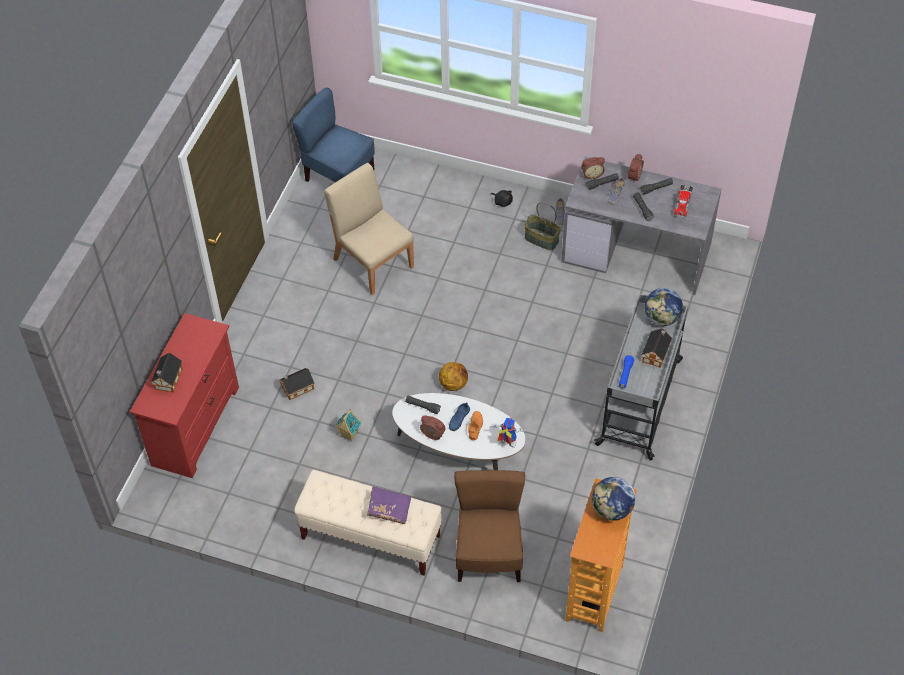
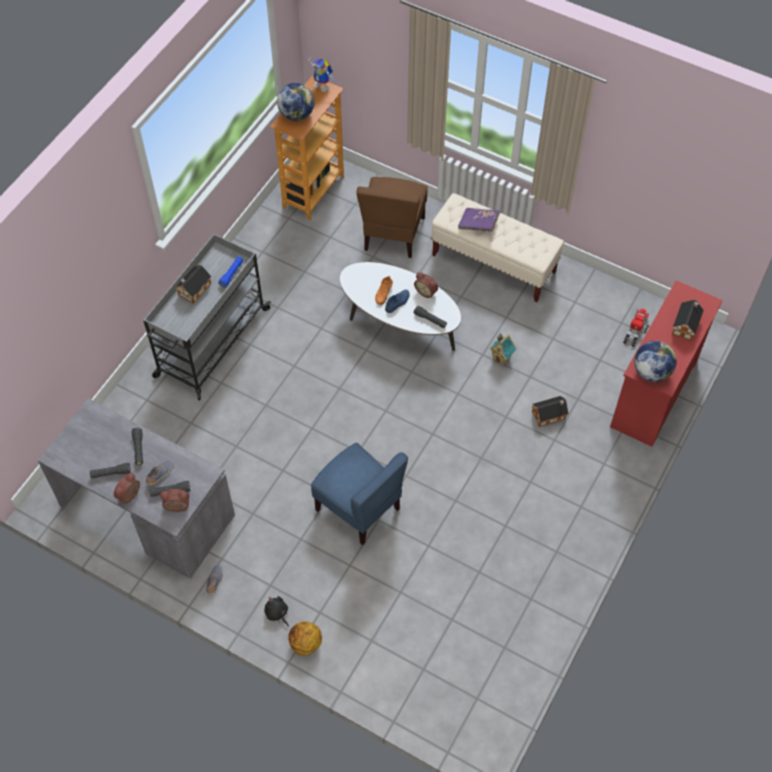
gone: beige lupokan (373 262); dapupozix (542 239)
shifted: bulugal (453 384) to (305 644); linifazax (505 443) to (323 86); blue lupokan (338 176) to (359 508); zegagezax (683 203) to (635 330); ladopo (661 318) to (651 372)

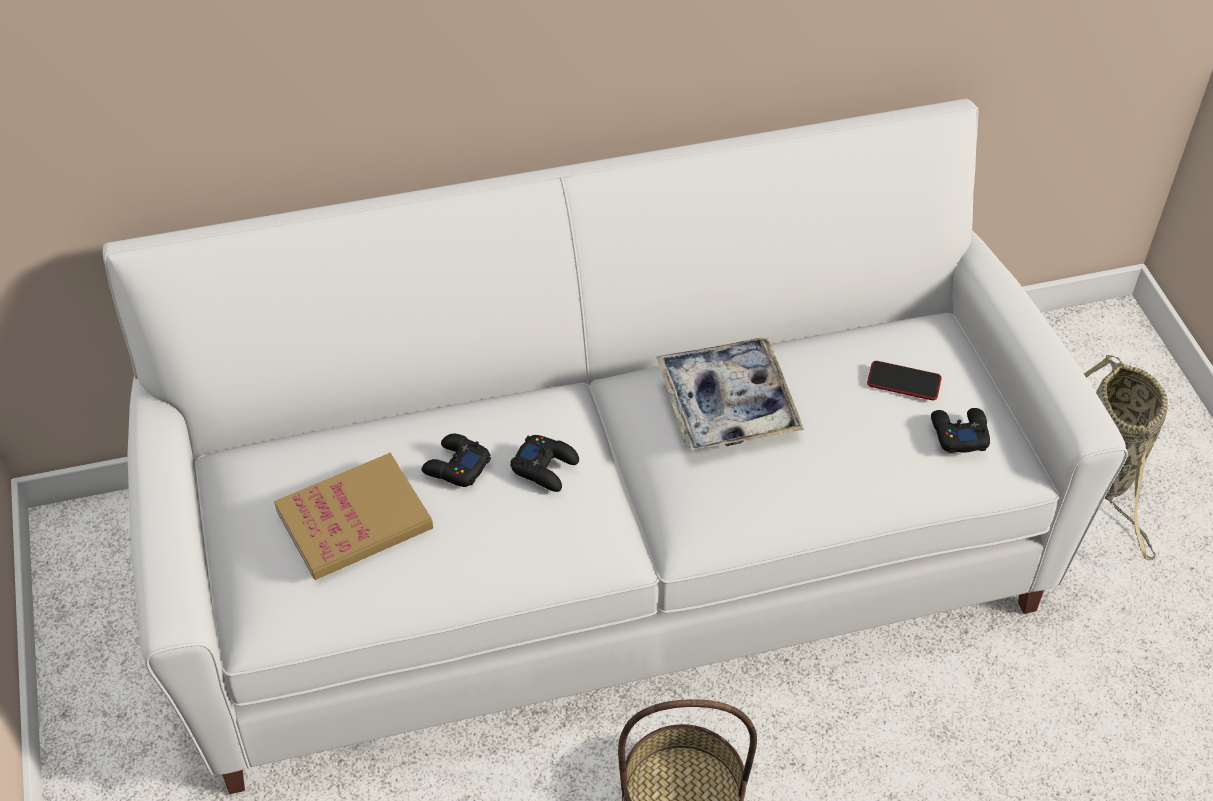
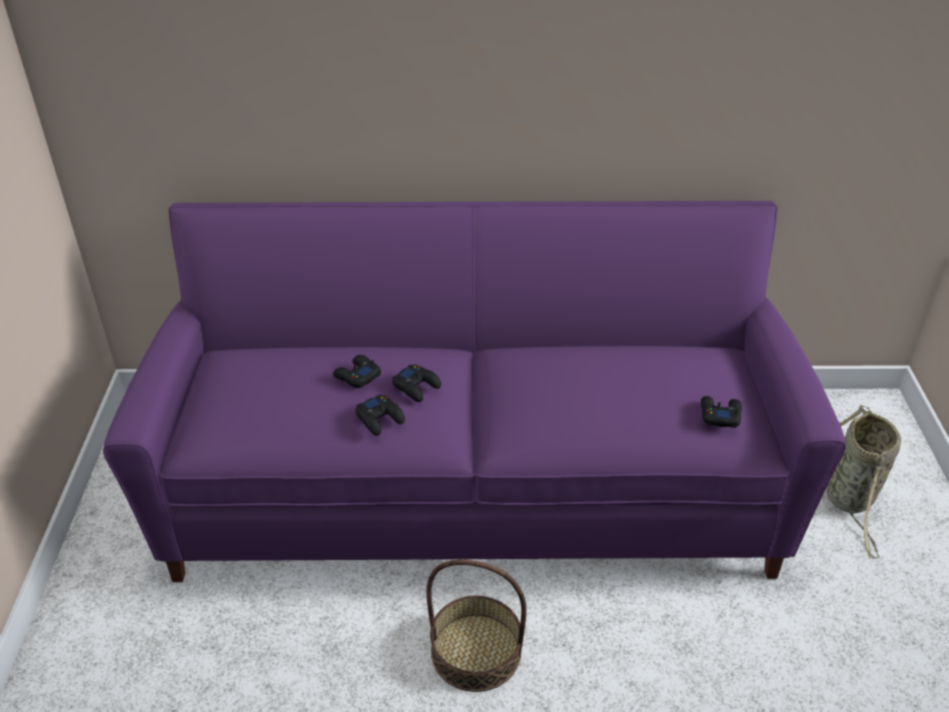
gone: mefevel (354 520); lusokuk (727 404); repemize (904 382)
new: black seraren (380 419)
repainted: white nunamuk (604 554) to purple nunamuk (474 483)

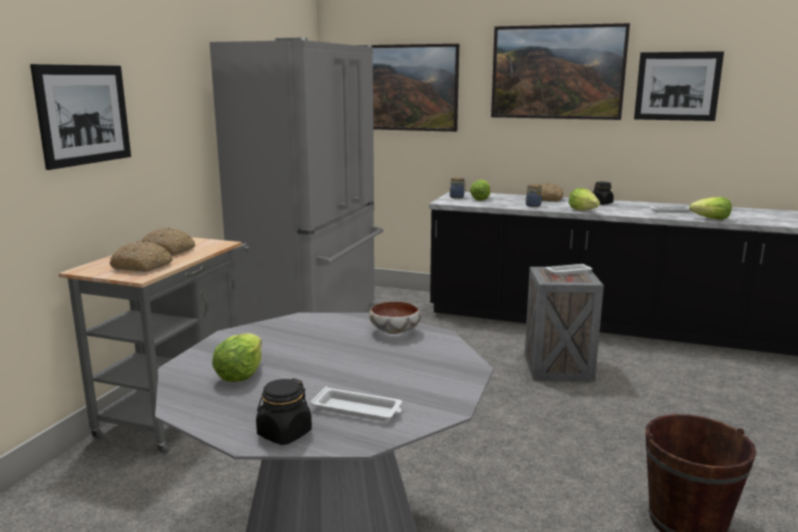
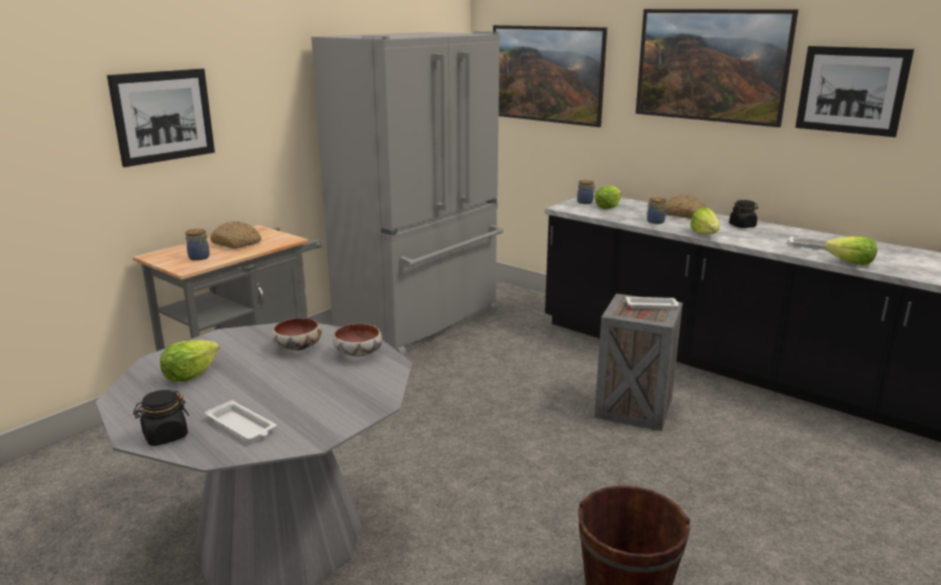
new: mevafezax (298 348)
swapped: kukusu (143 266) to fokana (199 258)

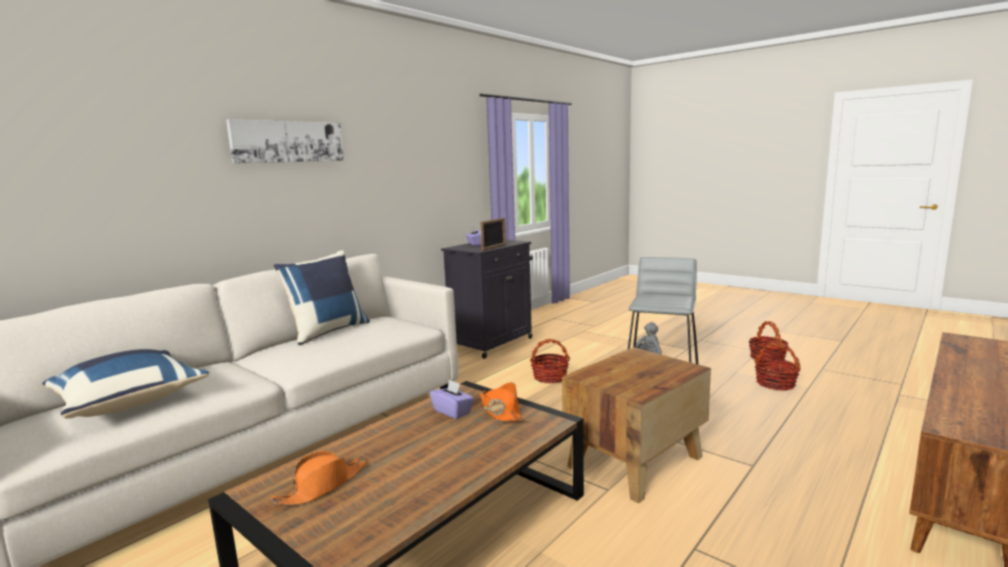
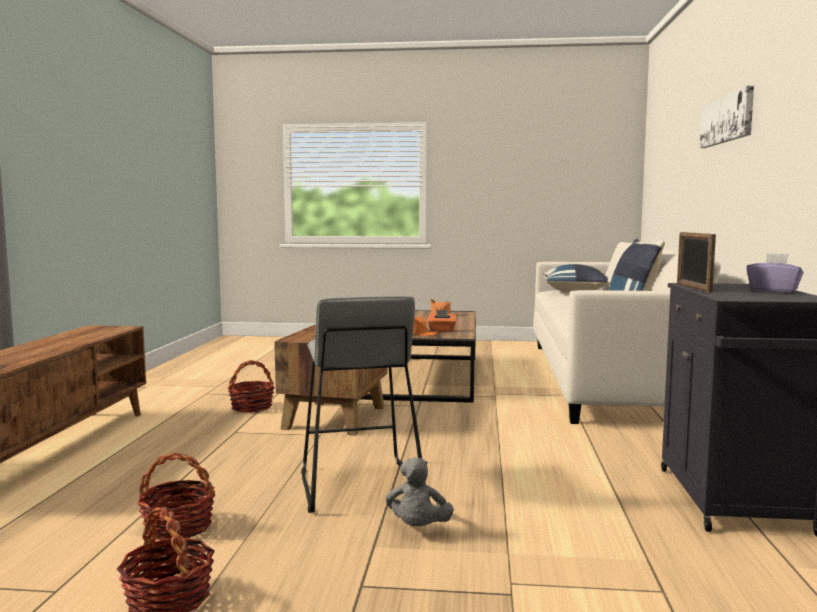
shifted: dapupozix (550 377) to (252 407)
repainted: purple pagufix (453 411) to orange pagufix (442 331)

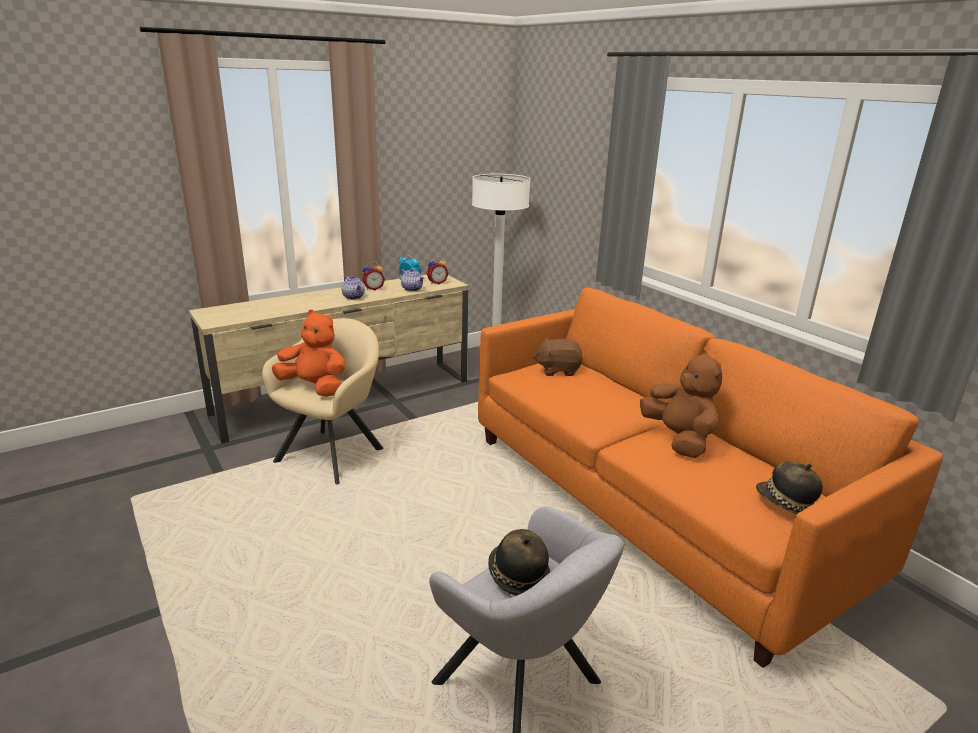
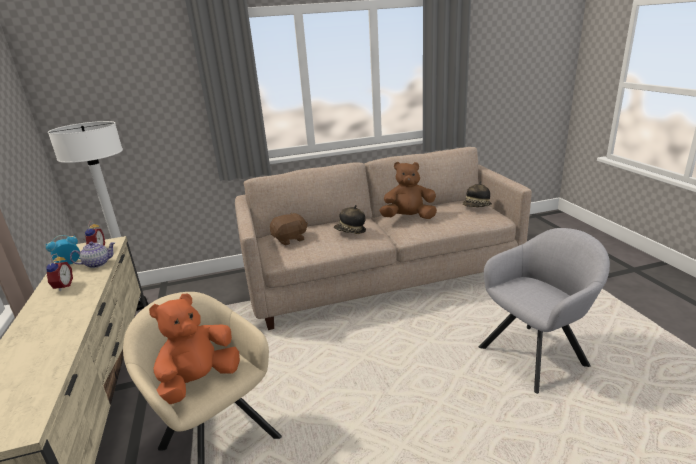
gone: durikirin (354 297)
shifted: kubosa (517 575) to (350 232)
repainted: orange nunamuk (651 504) to beige nunamuk (381 276)
rotated: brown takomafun (558 370) = (290 239) 135 degrees counterclockwise

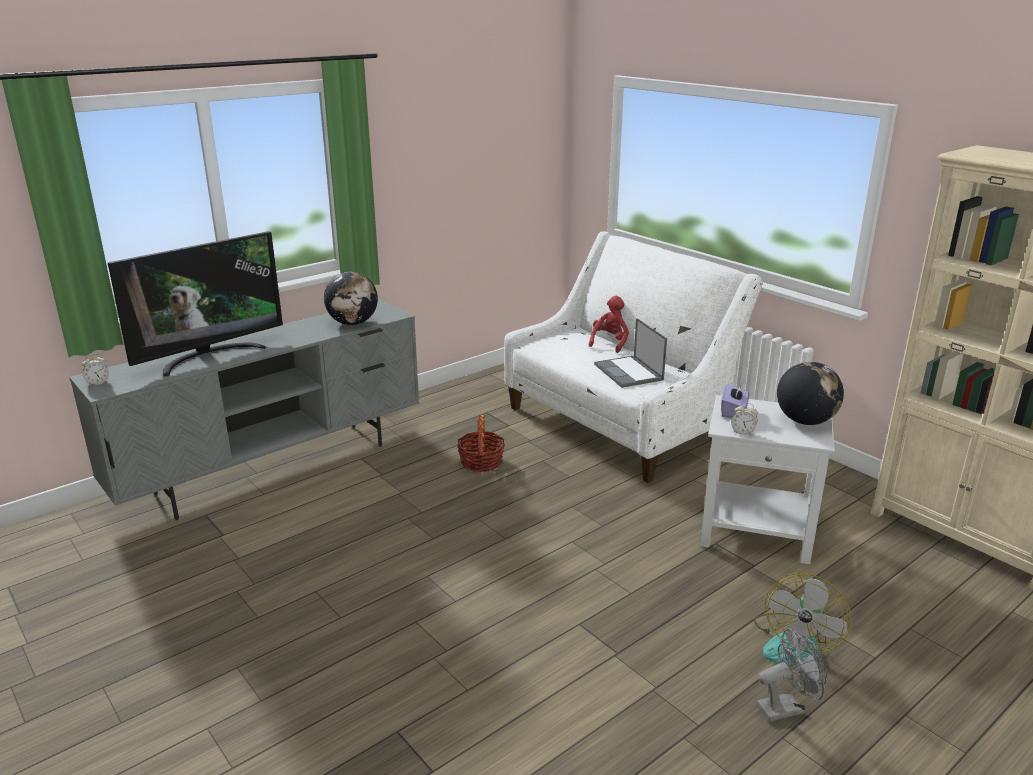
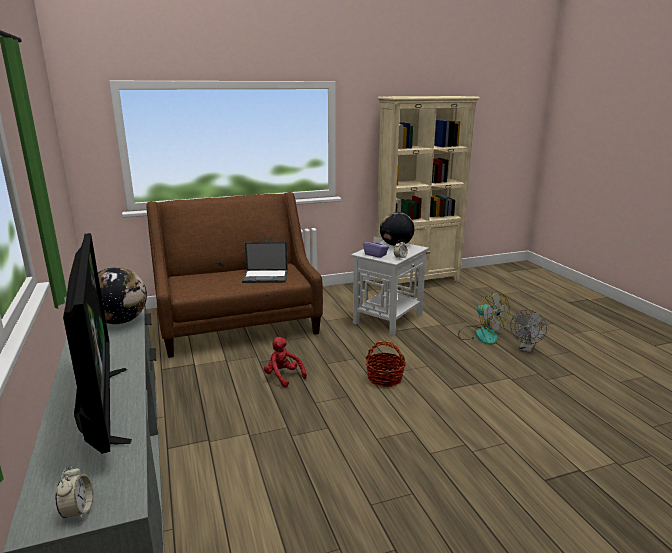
shifted: red takomafun (610 343) to (283 377); dapupozix (481 462) to (384 378)
repainted: white nunamuk (619 423) to brown nunamuk (238 325)
rotated: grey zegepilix (786 707) = (526 349) 150 degrees counterclockwise

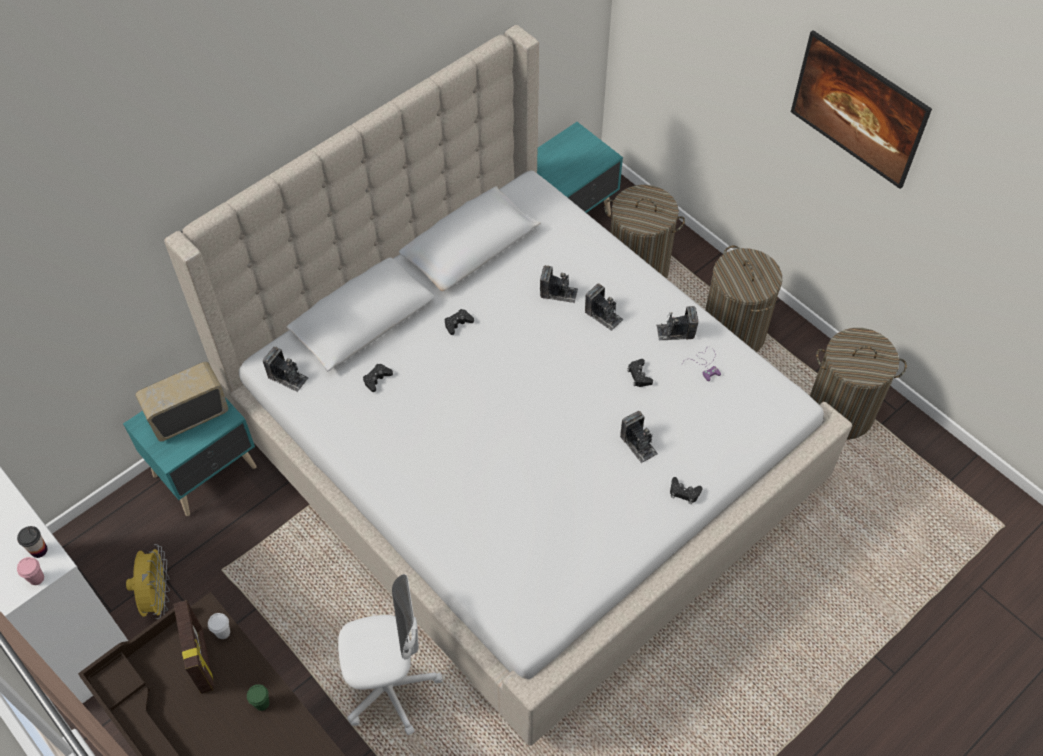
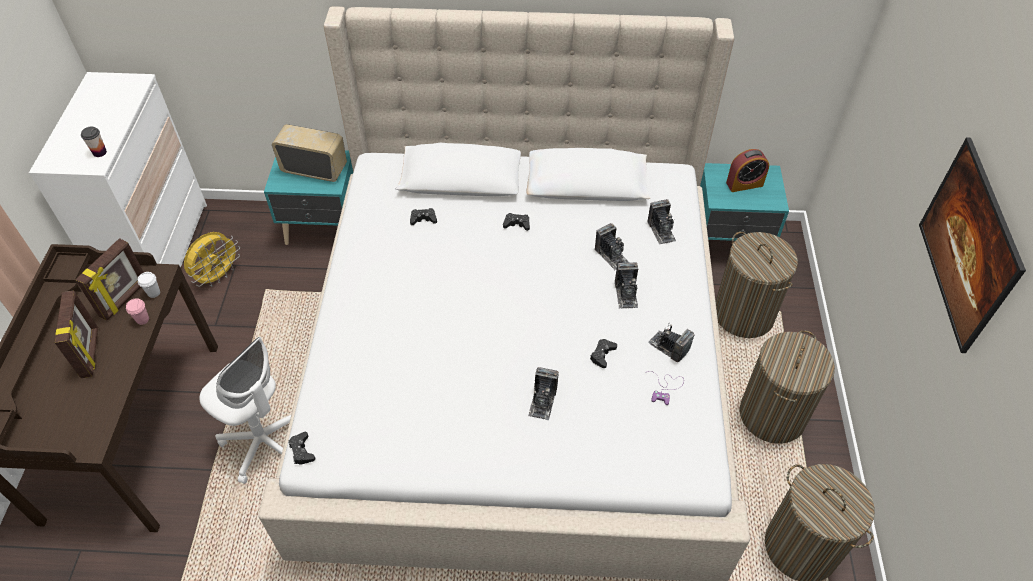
gone: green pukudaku (262 703)
new: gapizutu (91 352); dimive (744 184)
shifted: pink pukudaku (36 578) to (142 319); black seraren (684 492) to (302 451); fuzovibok (287 377) to (661 231)

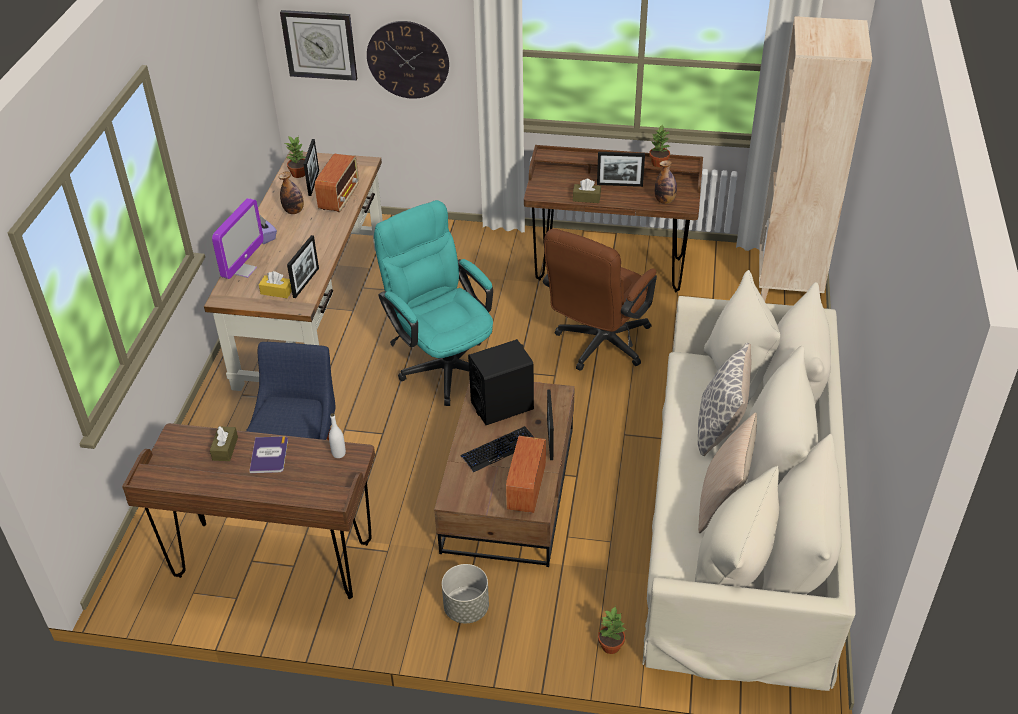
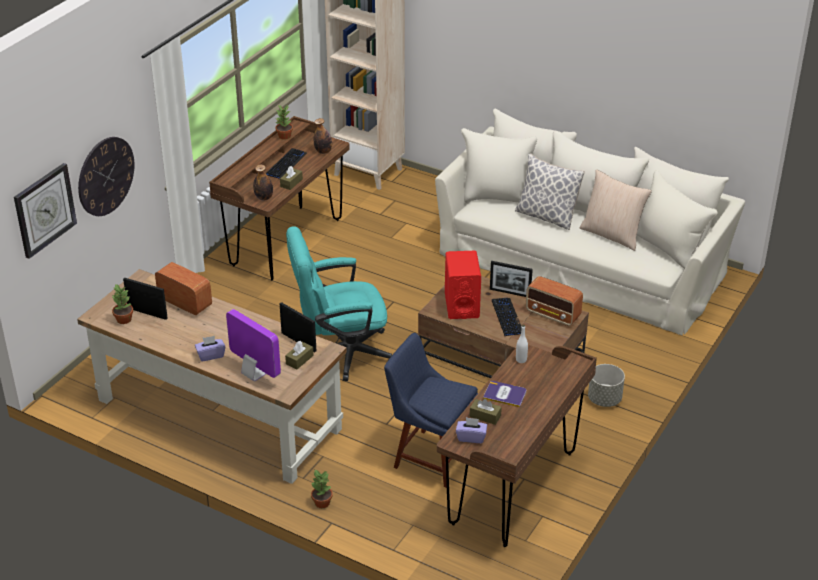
gone: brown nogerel (598 346)
new: purple pagufix (471 437)
shifted: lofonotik (294 211) to (264 198); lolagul (610 645) to (321 502)
swapped: gapizutu (619 185) to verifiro (286 164)
repainted: yellow pagufix (276 291) to brown pagufix (299 360); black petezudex (502 406) to red petezudex (461 305)

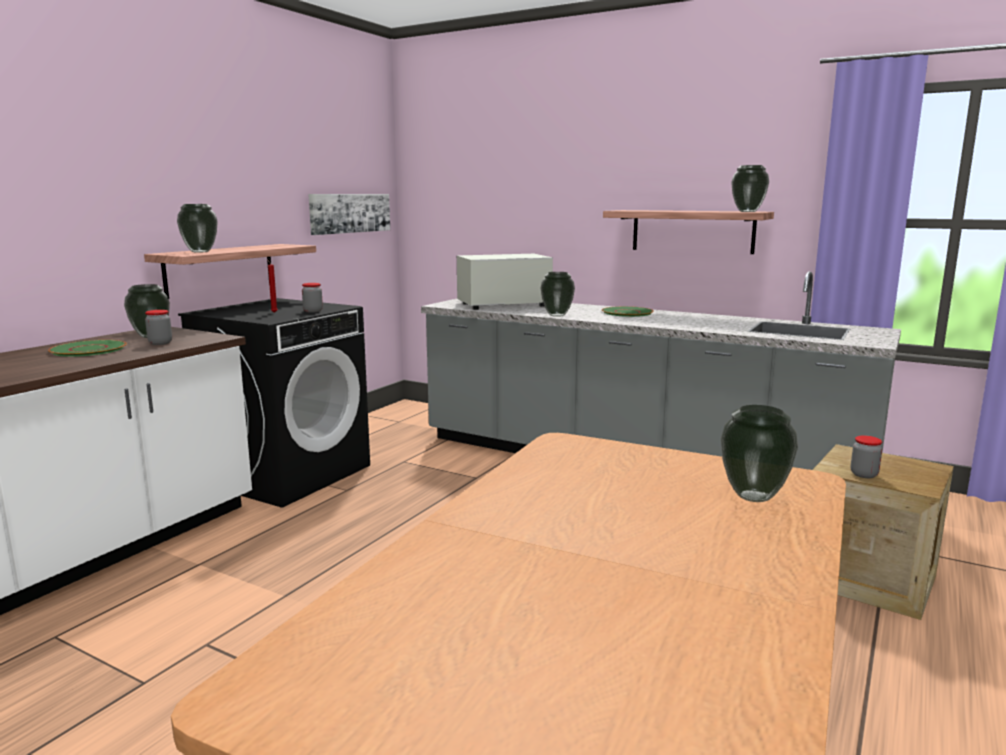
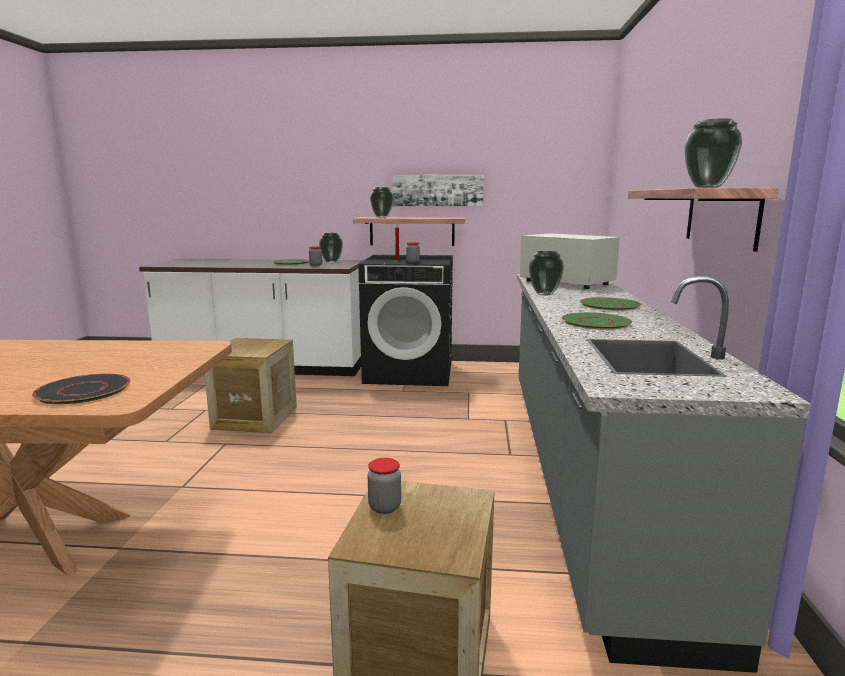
new: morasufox (255 418); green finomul (595 322)
shifted: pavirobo (350 213) to (437 190)
swapped: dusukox (753 497) to black finomul (83 390)

